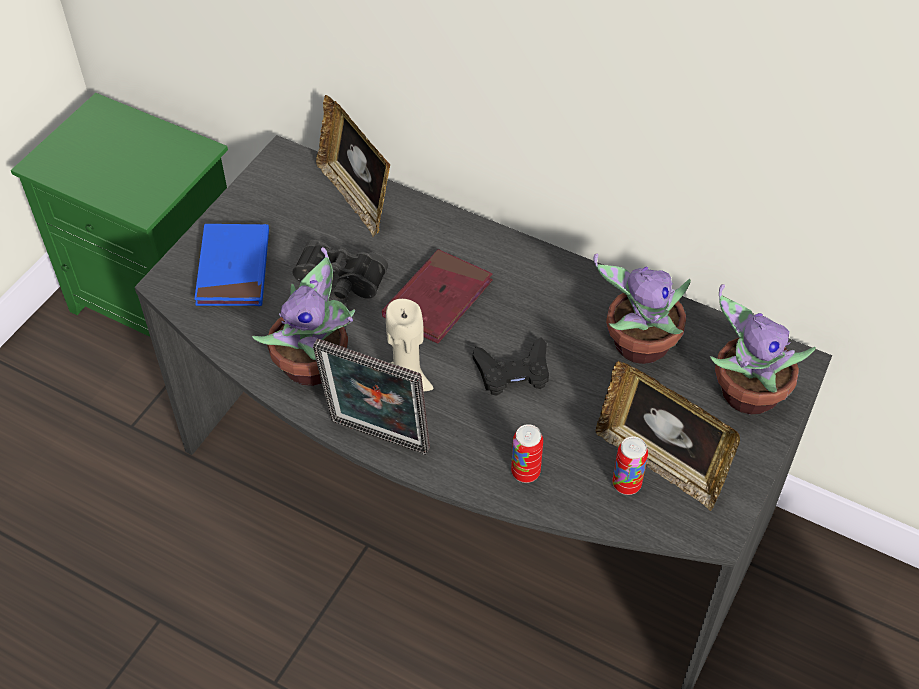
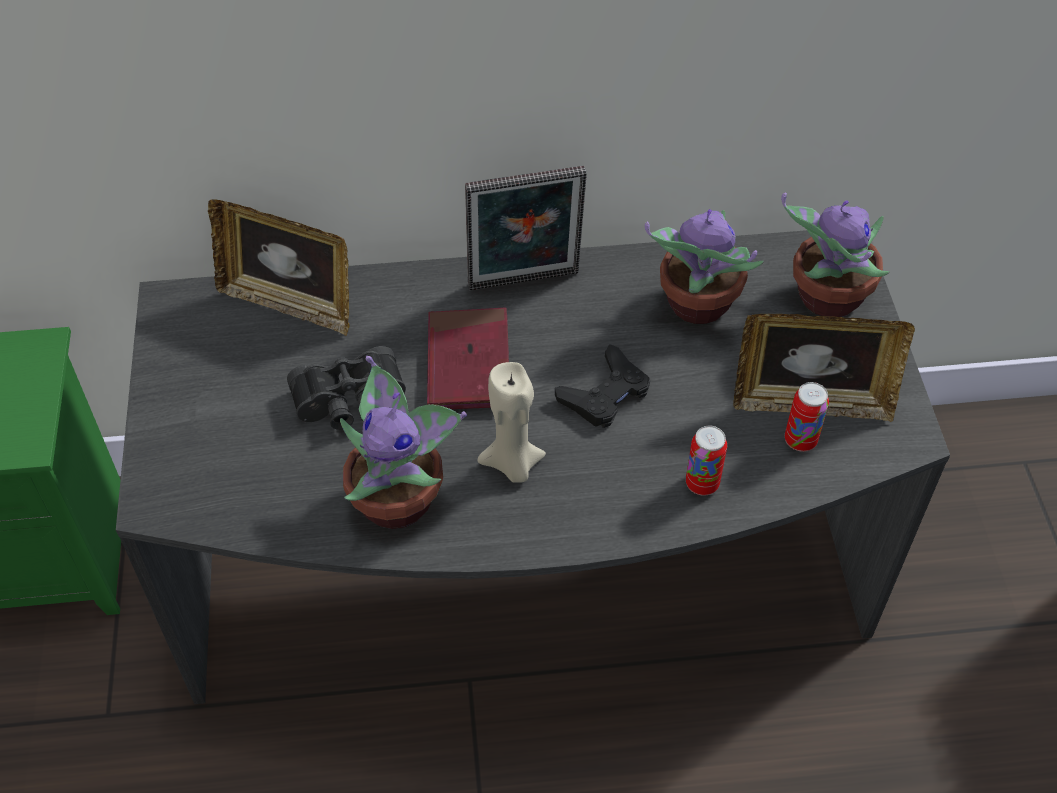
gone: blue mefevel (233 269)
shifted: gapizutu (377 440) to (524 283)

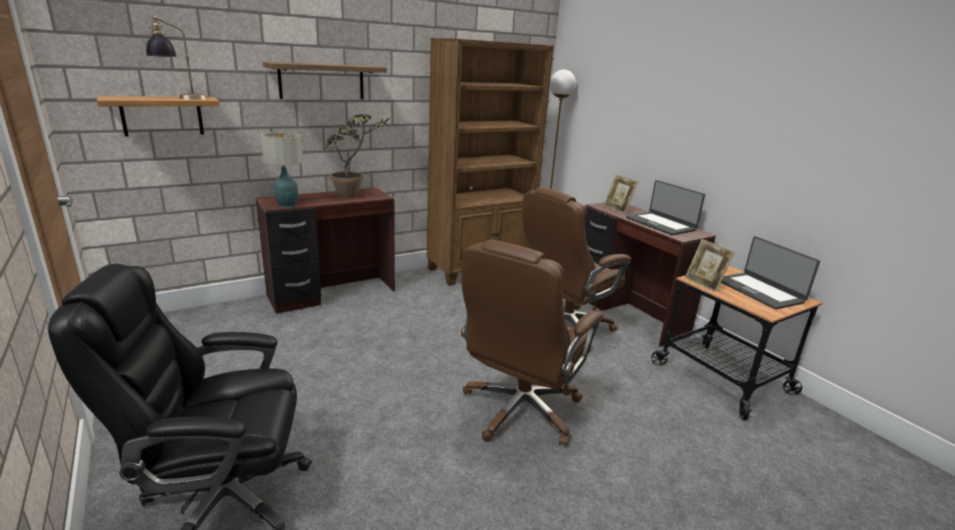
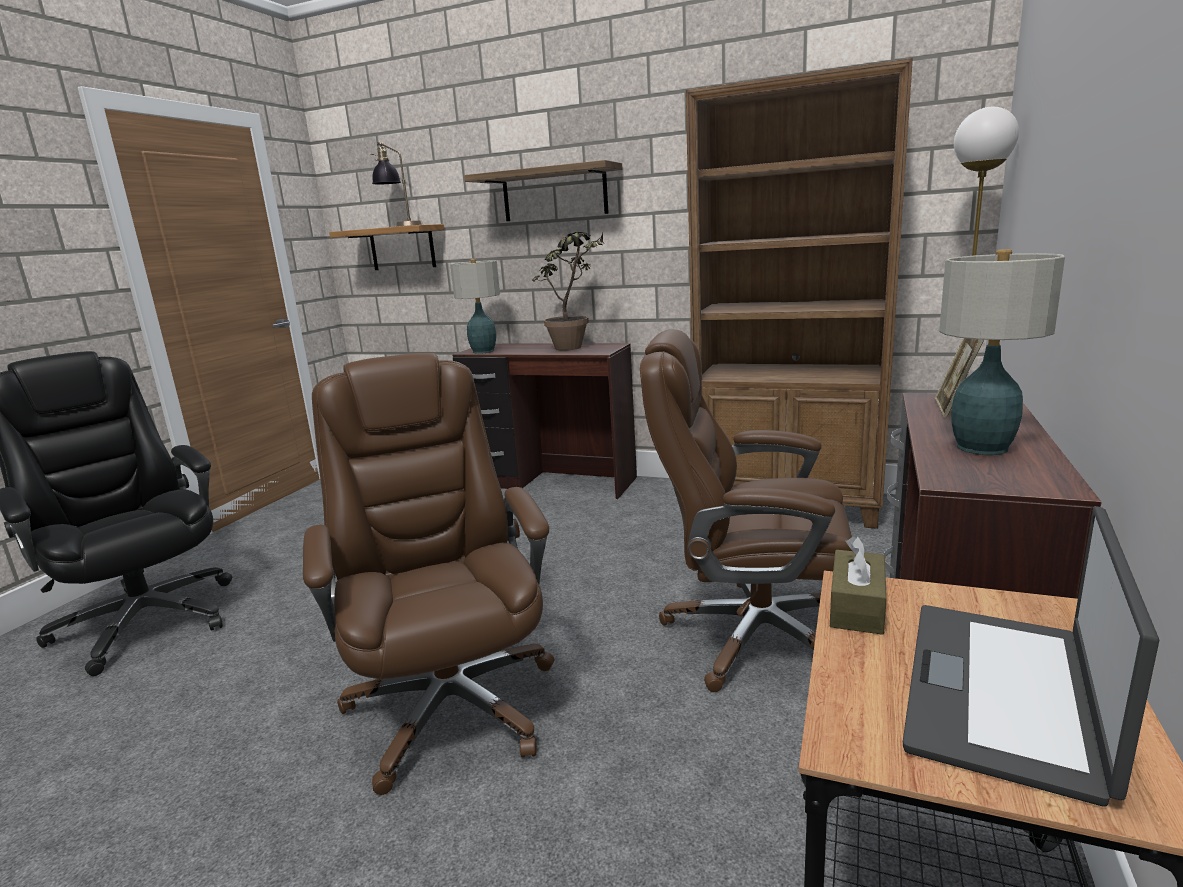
swapped: gapizutu (704 284) to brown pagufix (857 607); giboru (661 224) to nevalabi (983 448)
rotated: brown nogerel (520 410) = (451 703) 75 degrees clockwise

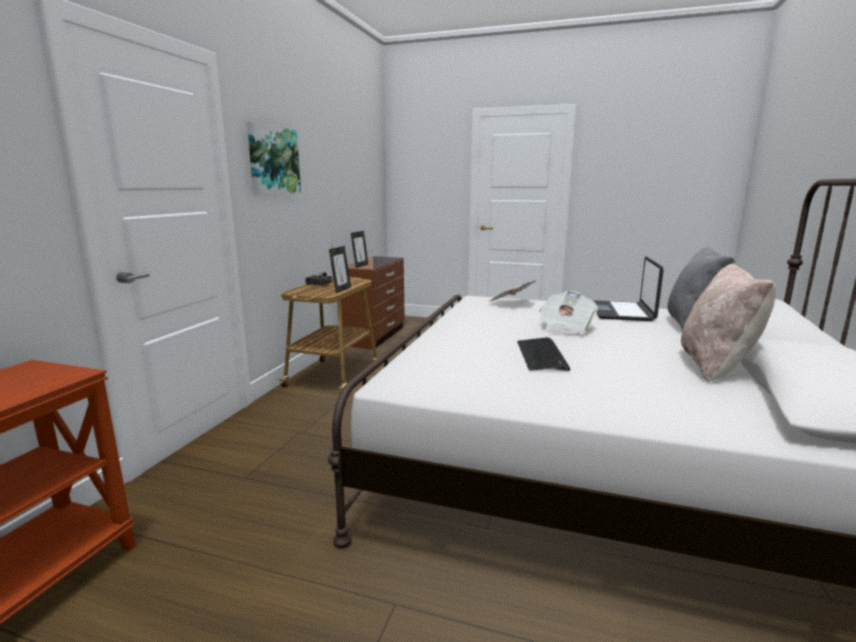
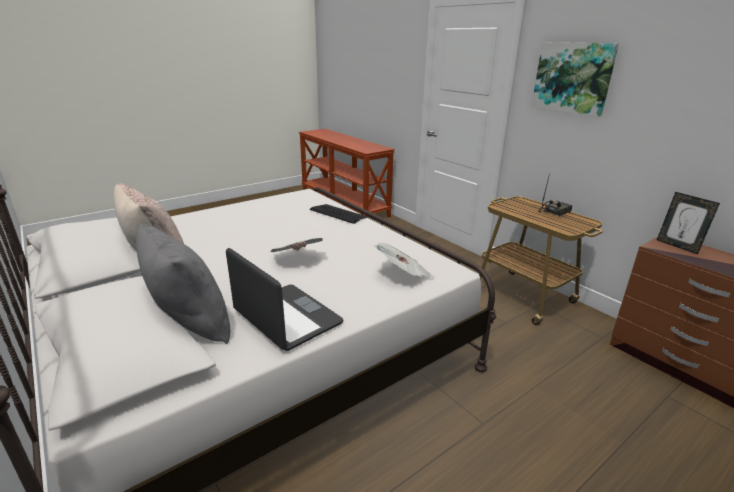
gone: gapizutu (341 290)
shifted: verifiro (542 355) to (338 214)

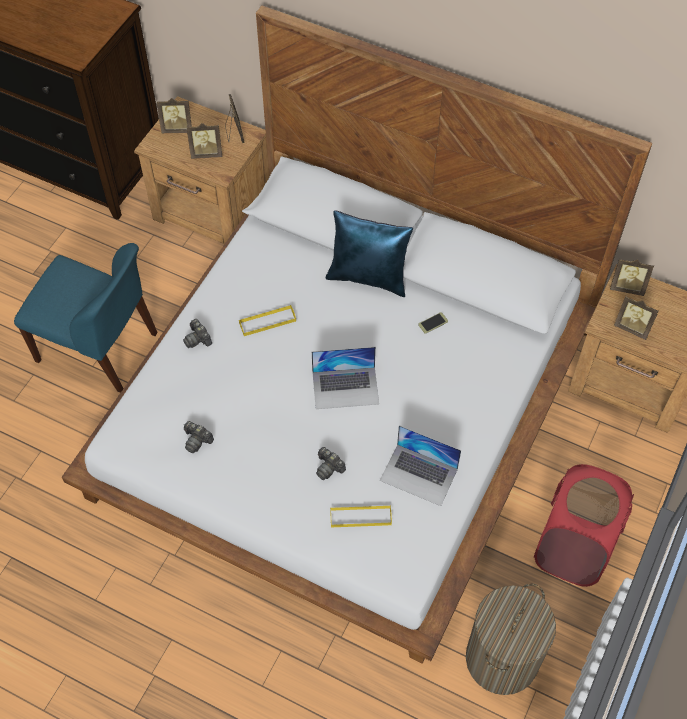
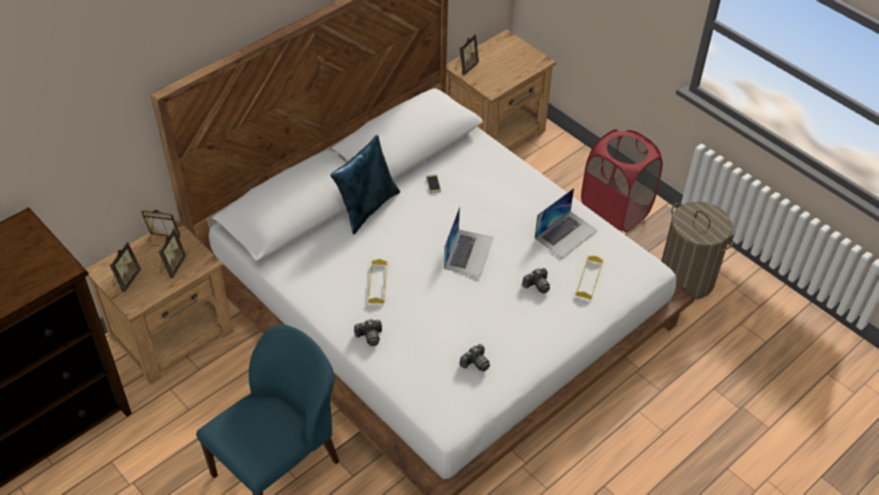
gone: gapizutu (632 327)

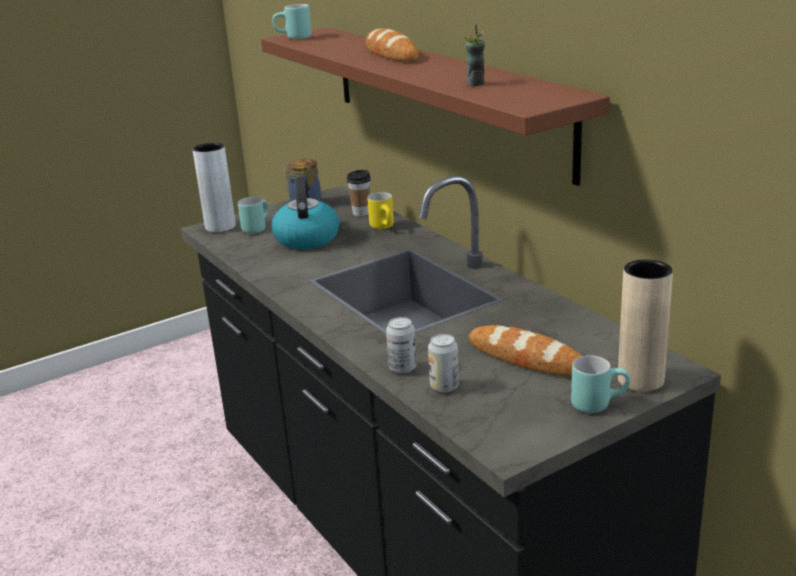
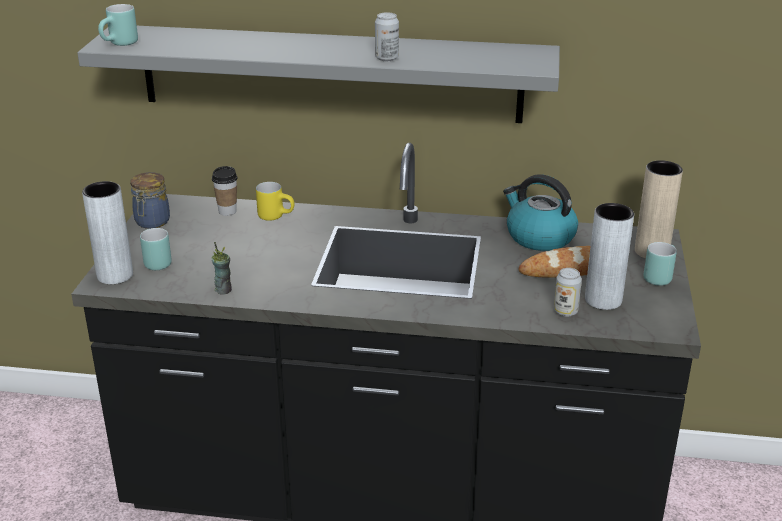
gone: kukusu (391 53)
new: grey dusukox (603 300)
shifted: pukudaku (475 84) to (223 290); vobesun (402 368) to (386 58); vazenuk (306 238) to (539 237)
repainted: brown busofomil (443 96) to grey busofomil (330 73)

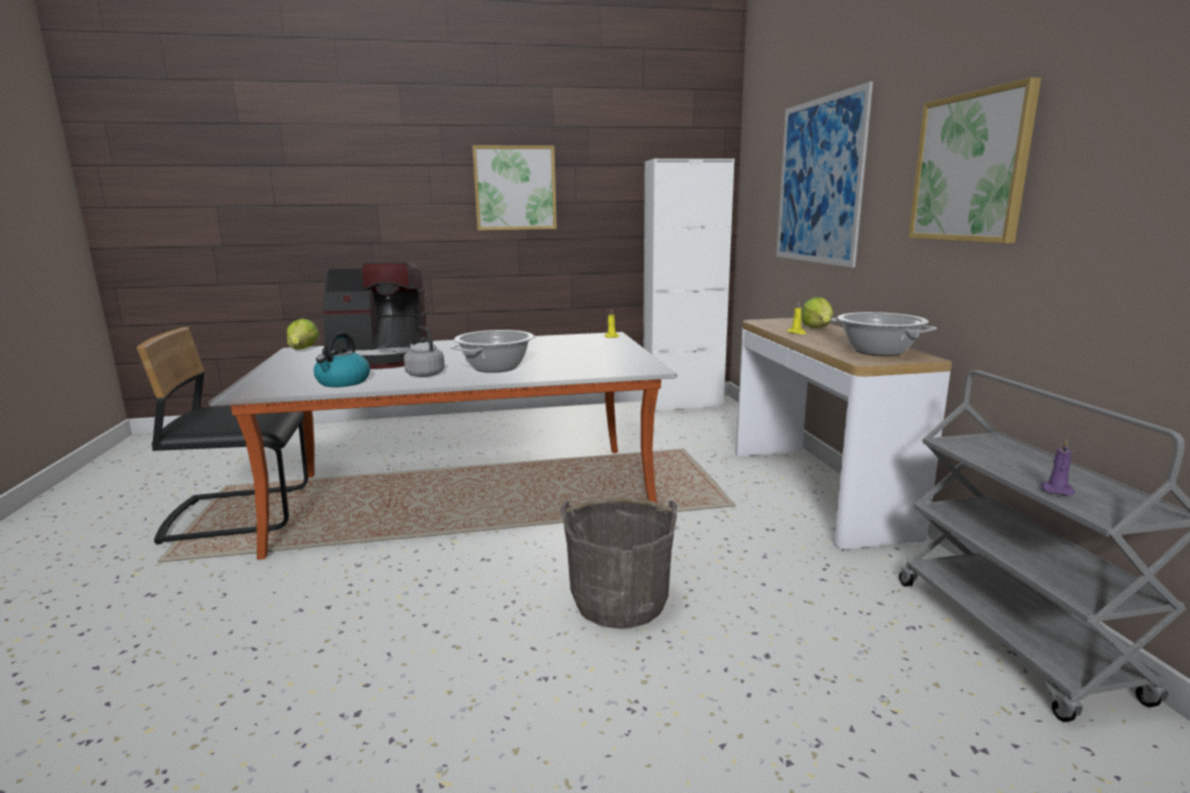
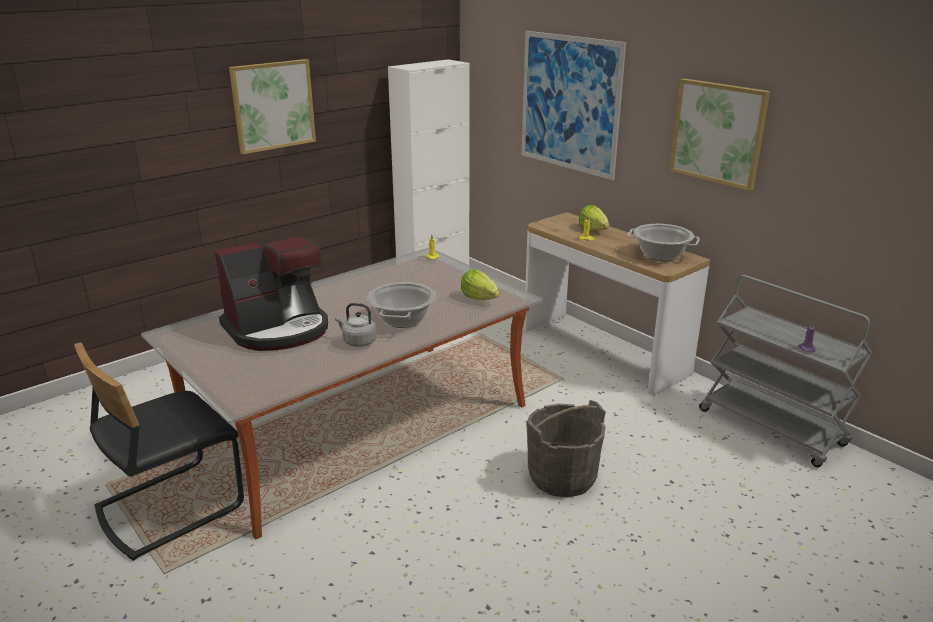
gone: vazenuk (343 382)
shifted: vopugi (303 349) to (479 298)

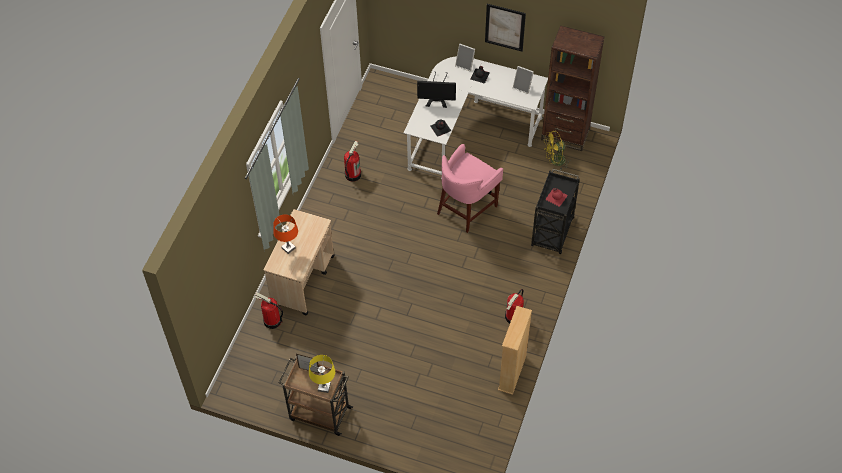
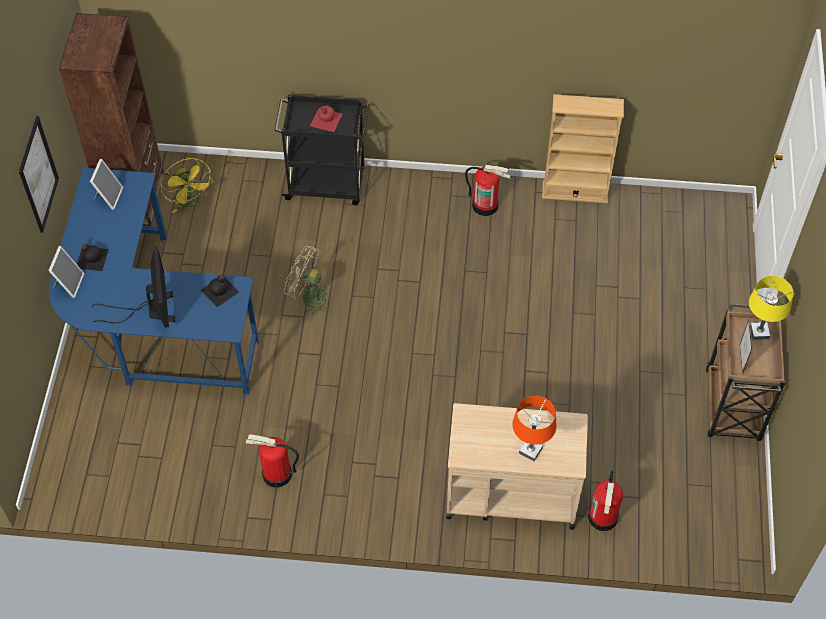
swapped: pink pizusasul (467 208) to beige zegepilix (309 297)
repainted: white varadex (468 131) to blue varadex (150 326)

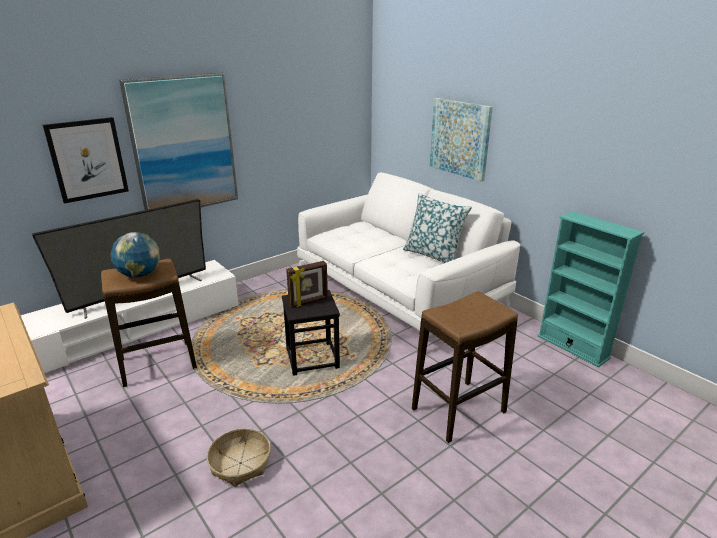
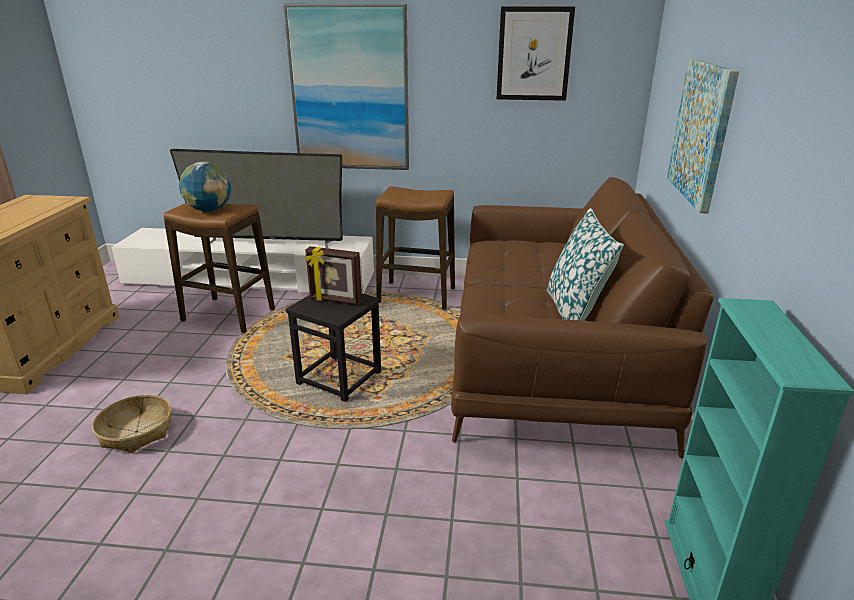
shifted: pizusasul (458 410) to (417 296); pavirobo (87 159) to (534 54)
repainted: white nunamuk (398 292) to brown nunamuk (551 357)

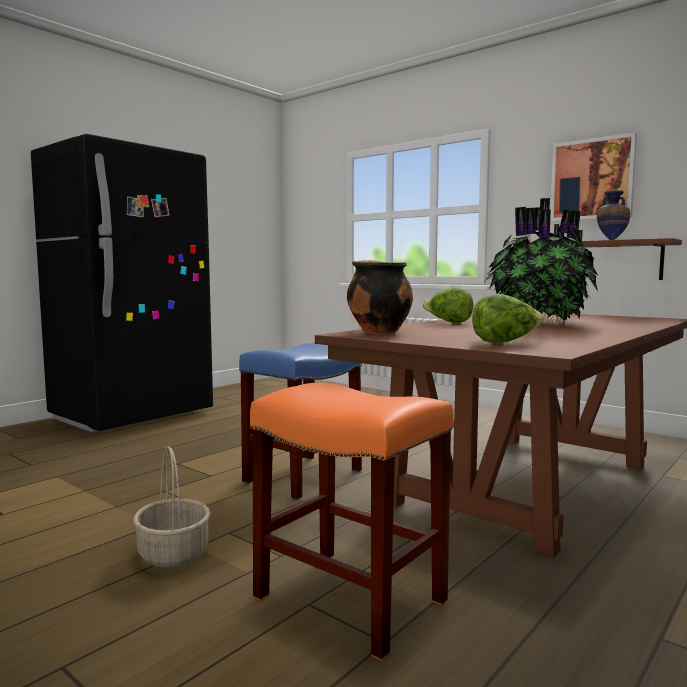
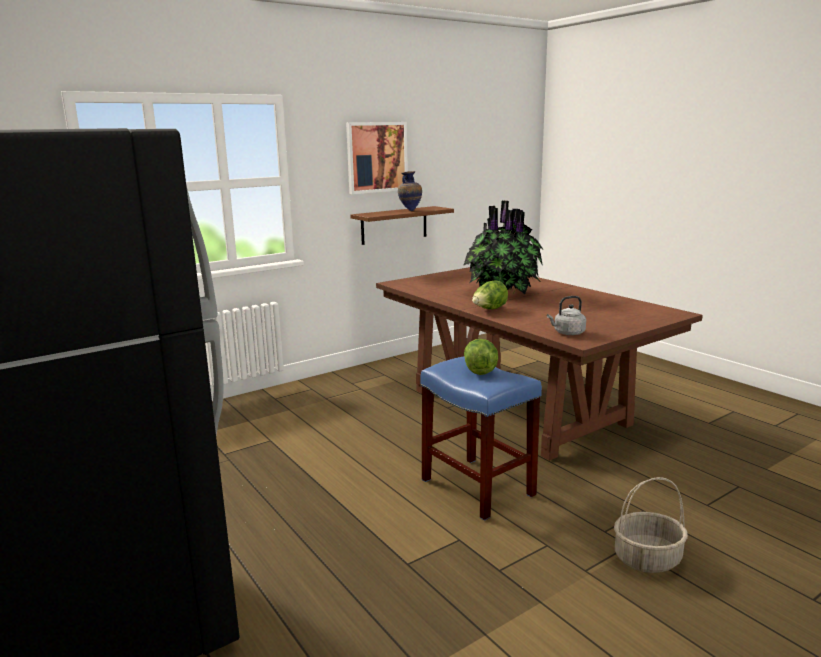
gone: orange pizusasul (347 599)
shifted: vopugi (505 342) to (480 370)
swapped: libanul (378 332) to grey vazenuk (567 333)

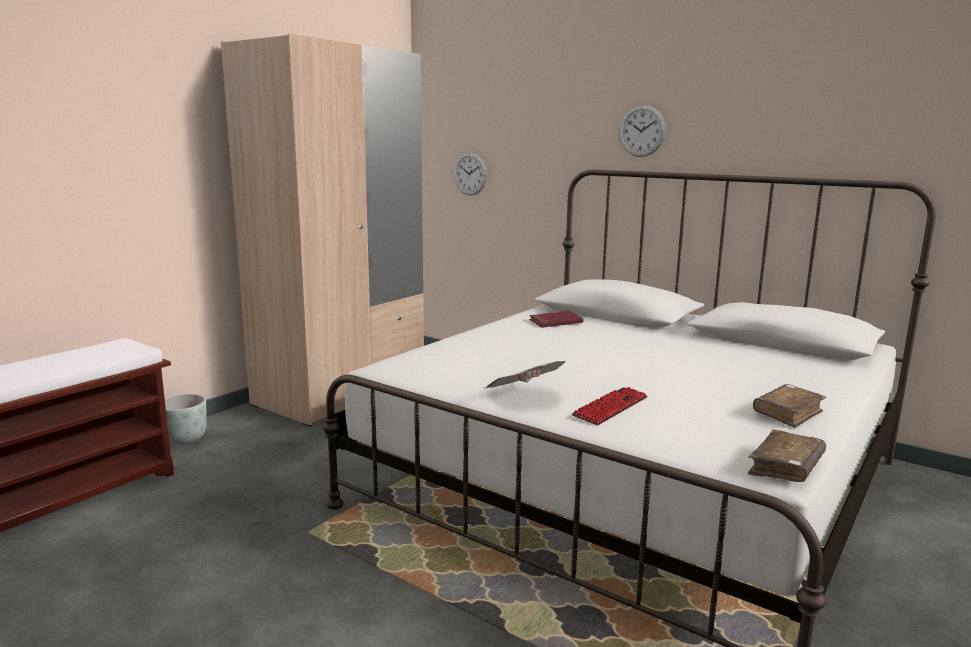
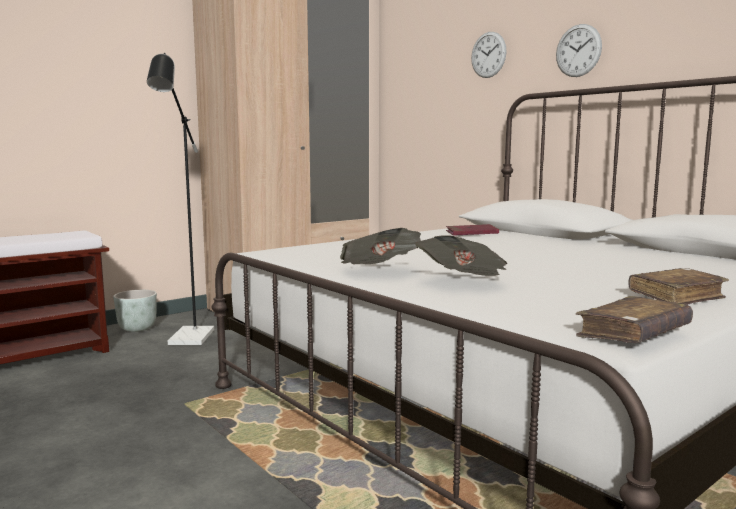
new: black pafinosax (189 340)
shifted: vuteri (470 174) to (488 55)
swapped: verifiro (611 407) to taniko (464 282)

